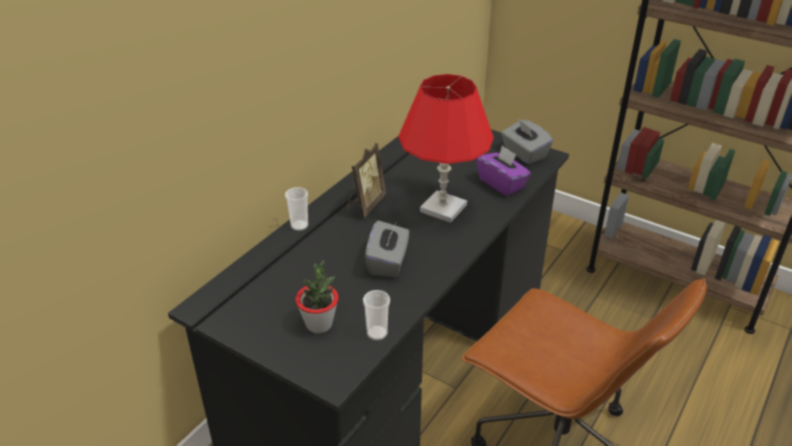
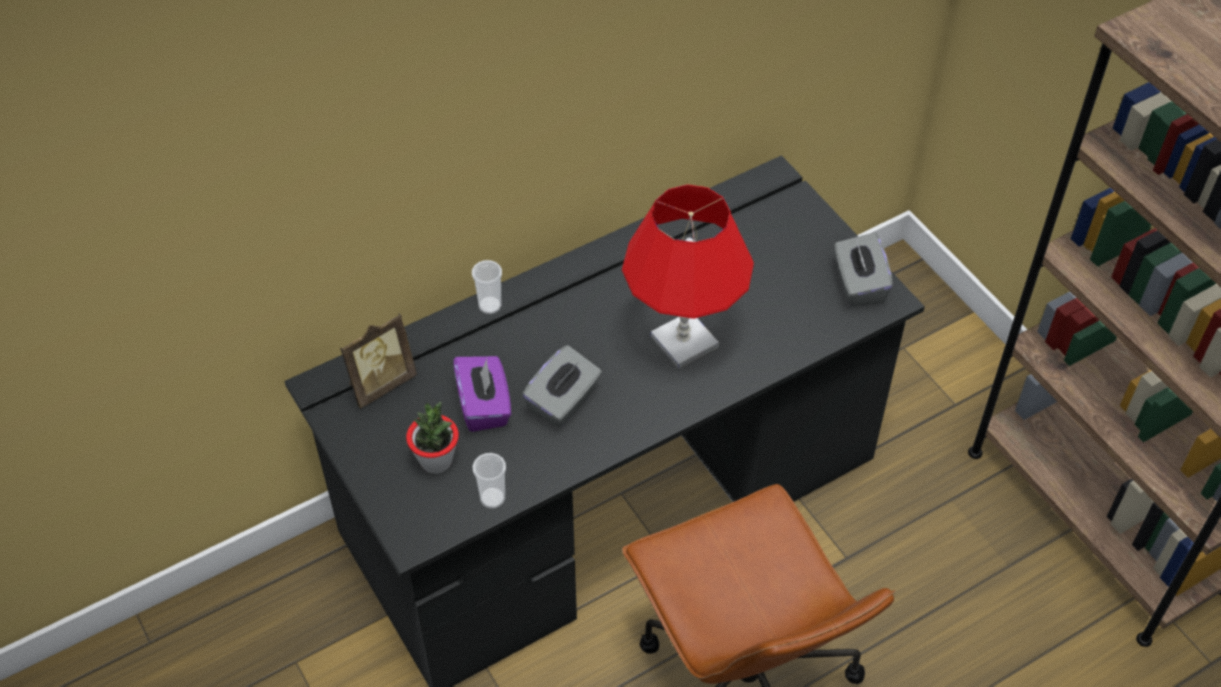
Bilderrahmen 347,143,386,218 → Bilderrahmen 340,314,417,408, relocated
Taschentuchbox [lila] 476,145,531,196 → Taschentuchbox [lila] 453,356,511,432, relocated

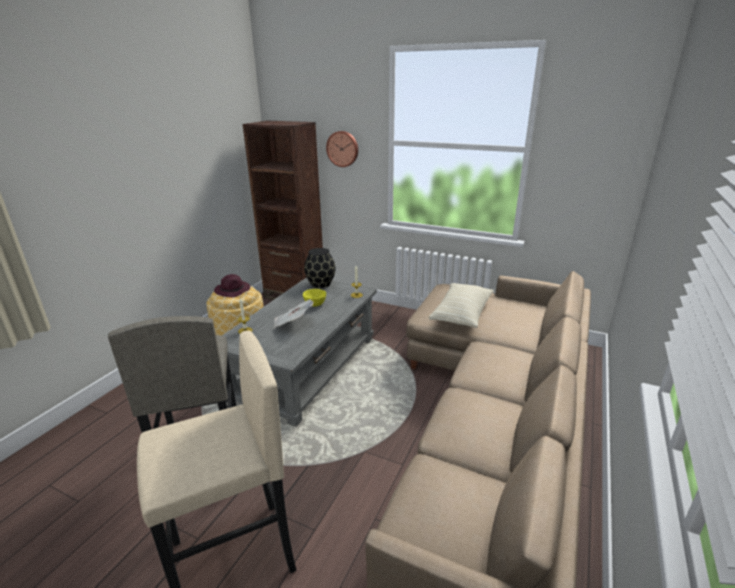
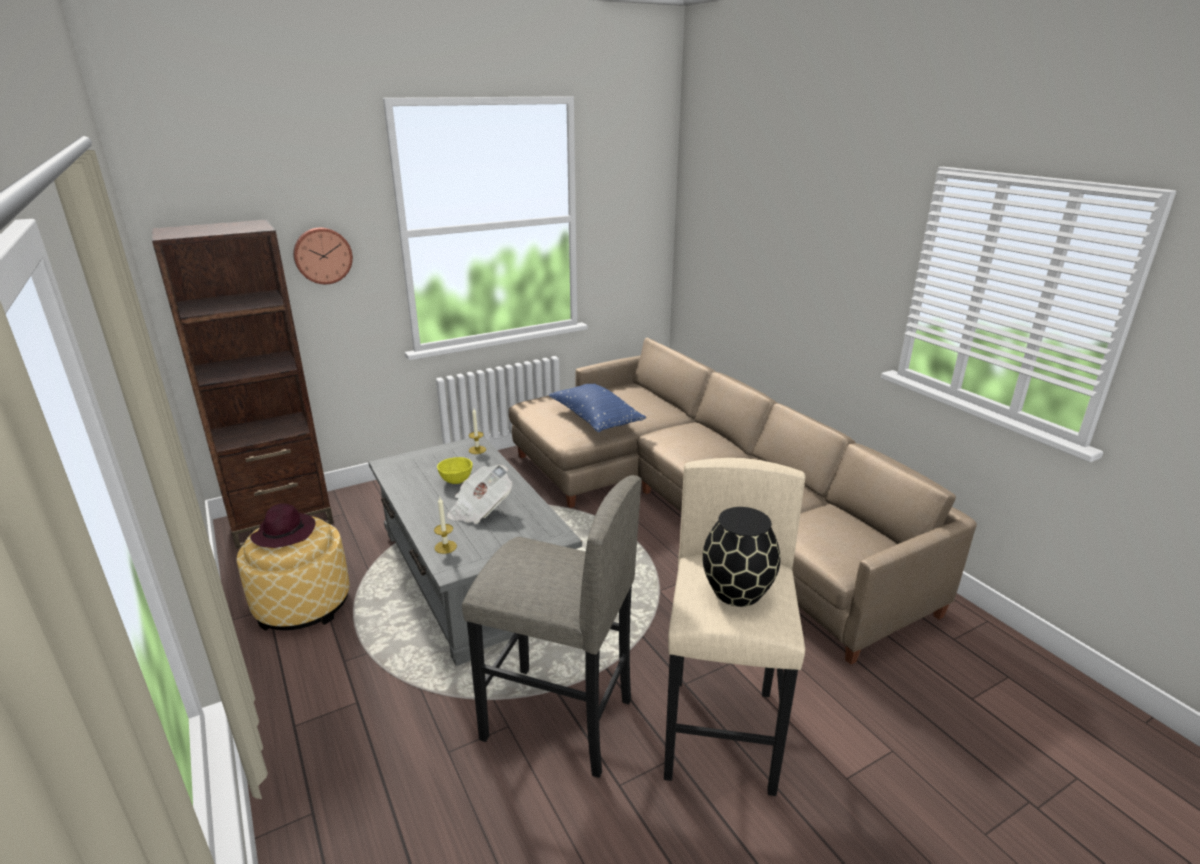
Vase [schwarz] 304,248,336,288 → Vase [schwarz] 702,507,780,607, relocated
Kissen [beige] 429,283,494,328 → Kissen [blau] 549,384,646,432

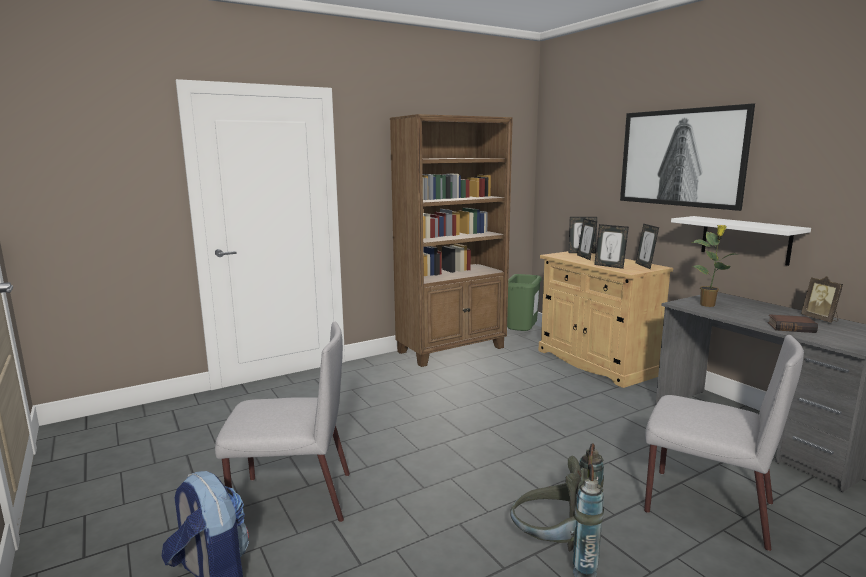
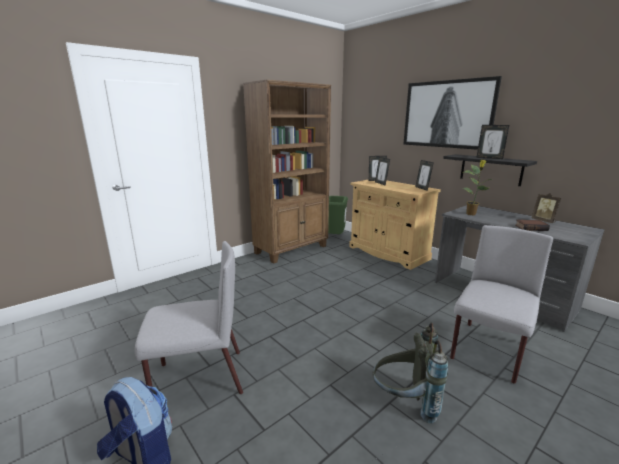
Wandregal [weiß] 671,216,811,266 → Wandregal [schwarz] 443,154,537,186
Bilderrahmen 594,224,629,269 → Bilderrahmen 476,125,509,159, relocated
Stuhl [grau] 644,335,804,551 → Stuhl [grau] 450,225,553,384, 75 degrees counterclockwise

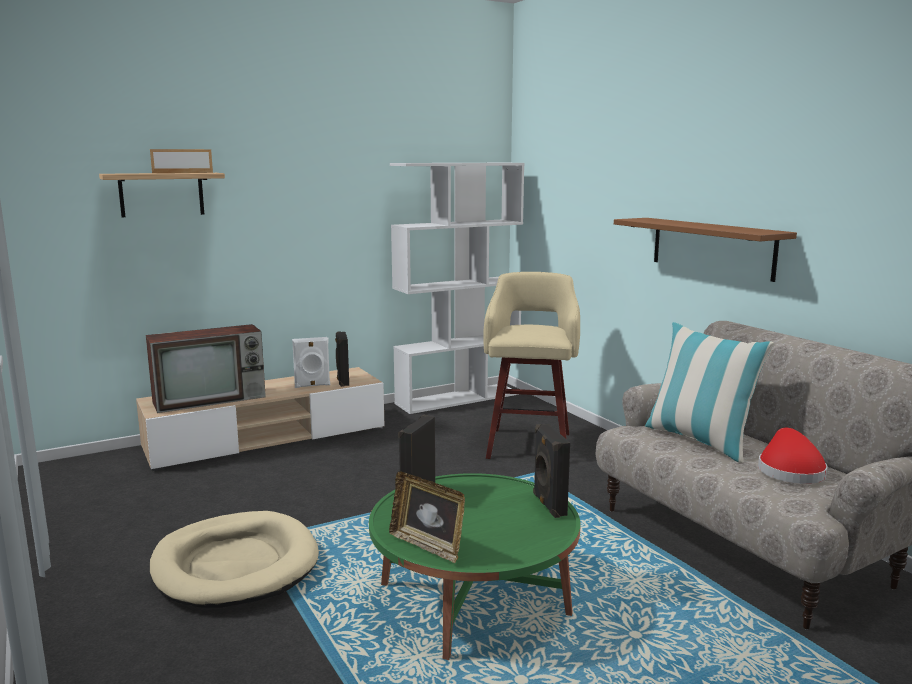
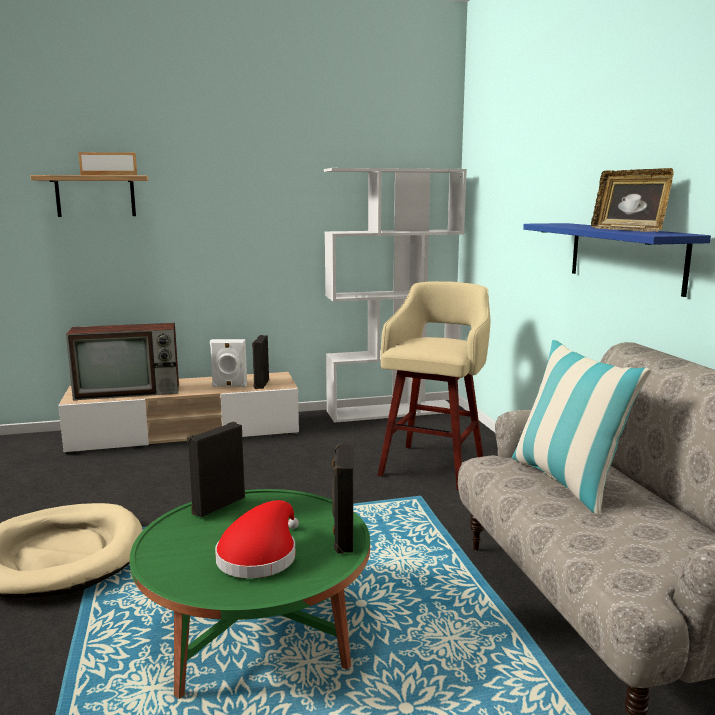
Wandregal [braun] 614,218,797,282 → Wandregal [blau] 523,223,711,297
Hut [rot] 758,428,828,484 → Hut [rot] 215,500,299,578, relocated
Bilderrahmen 389,472,465,563 → Bilderrahmen 591,168,674,232, relocated

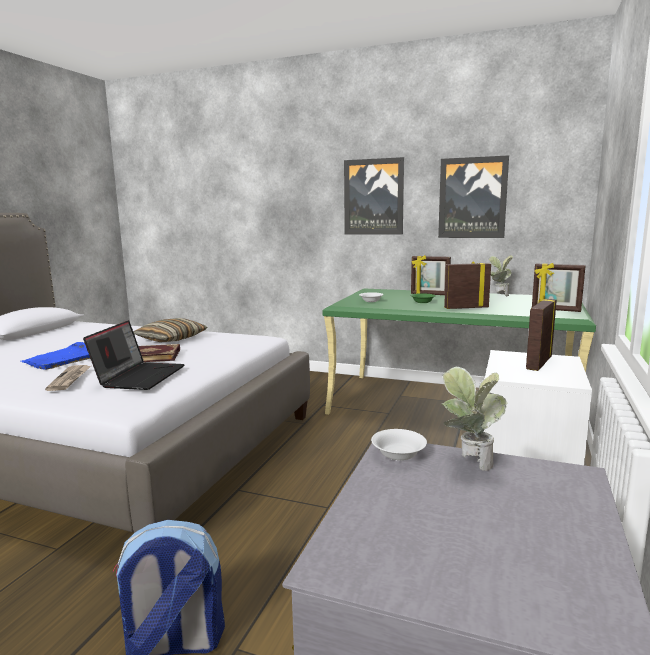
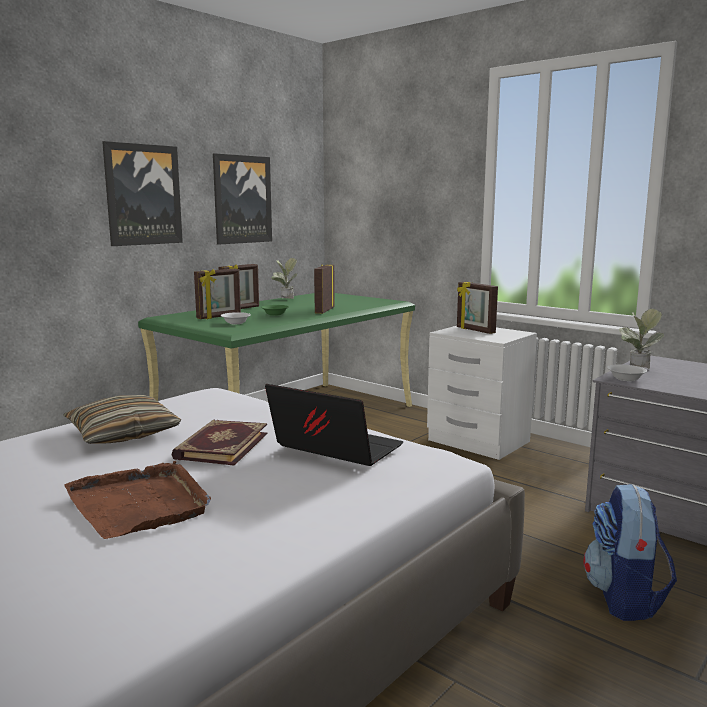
Bilderrahmen 532,263,586,312 → Bilderrahmen 194,269,241,319, relocated
Tablett [blau] 21,342,90,370 → Tablett [braun] 64,461,211,539
Zeitung 45,365,91,391 → -

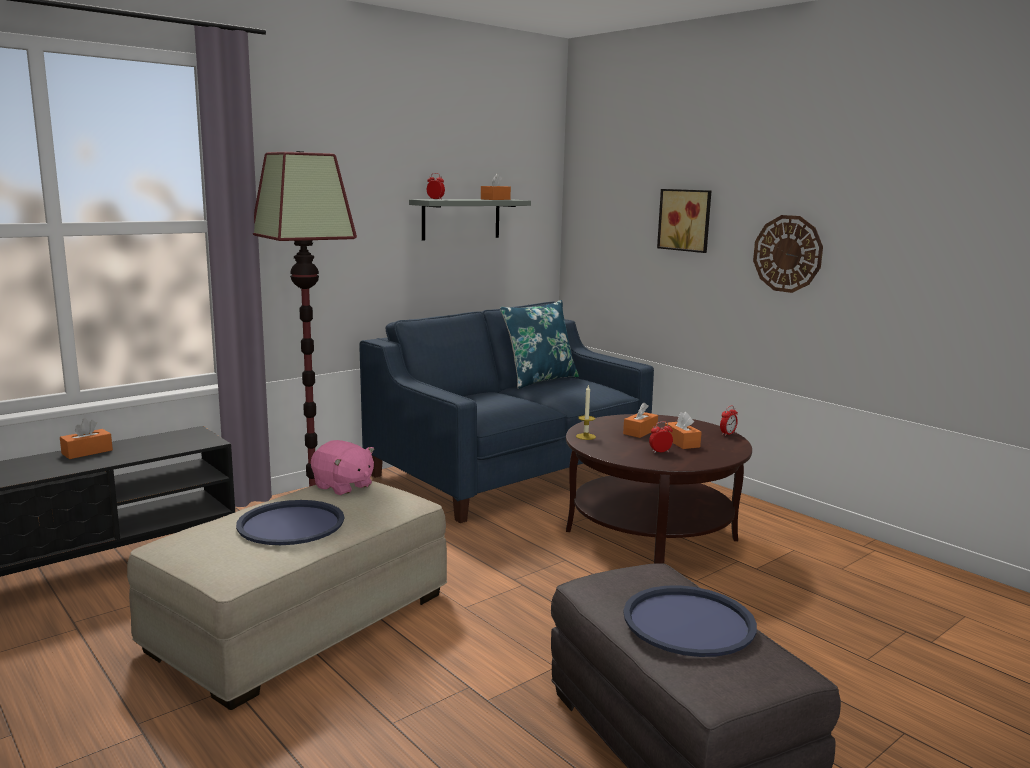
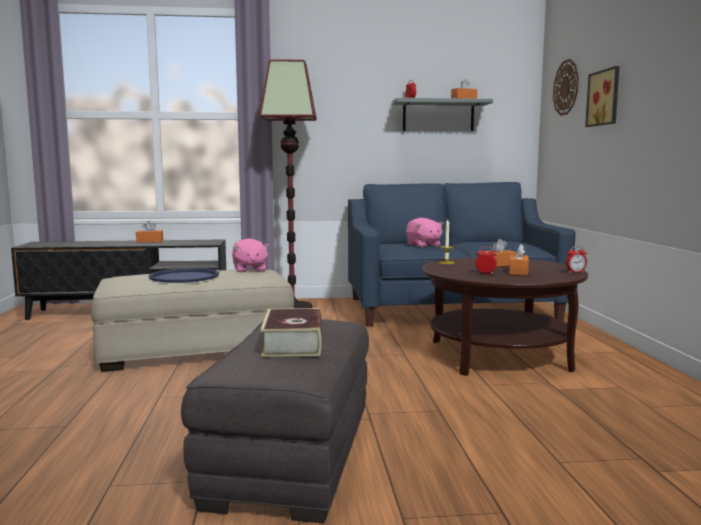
Wanduhr 753,215,823,293 → Wanduhr 553,59,579,116, relocated
Kissen [blau] 500,300,579,389 → -
Tablett [blau] 623,585,757,657 → Buch 260,308,322,357
- → Plüschtier [rosa] 406,218,444,248

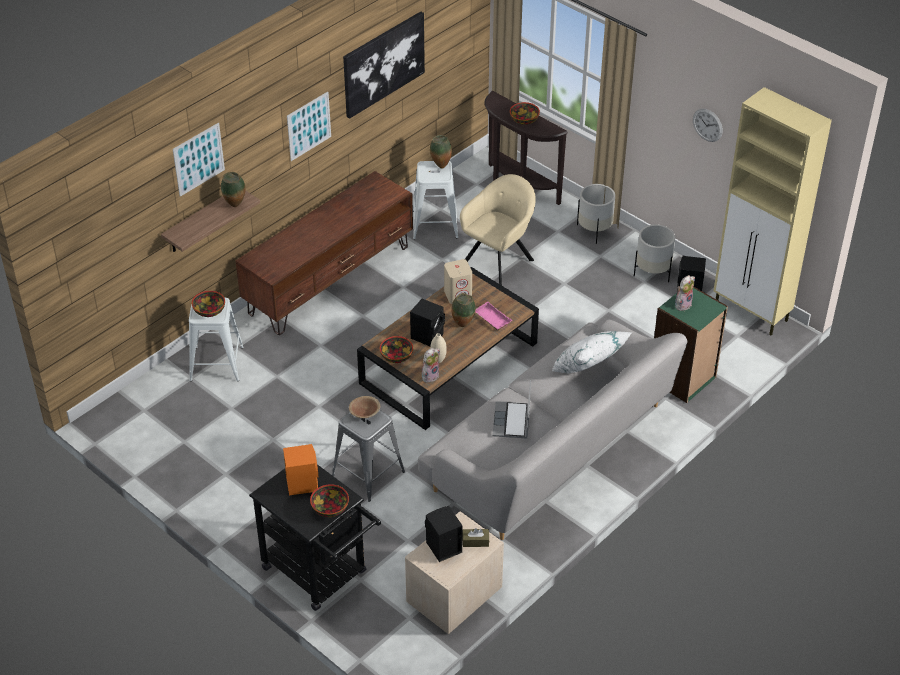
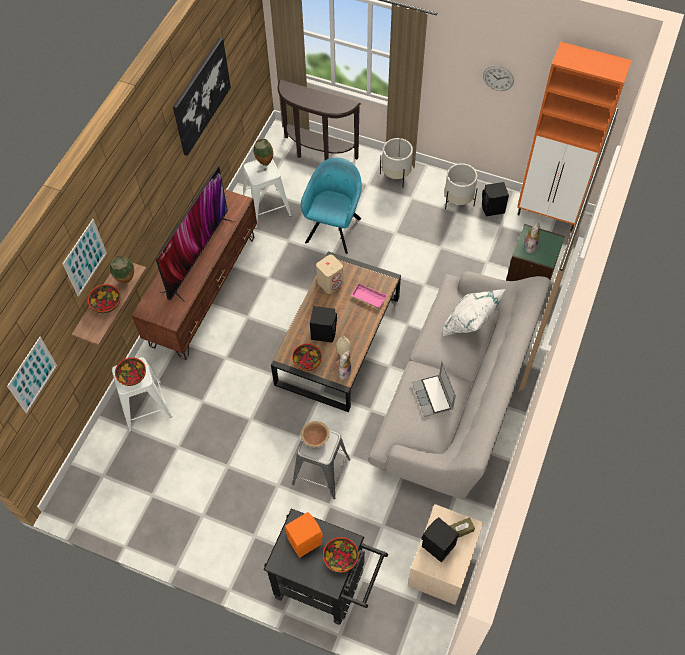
Schrank [beige] 713,87,832,335 → Schrank [orange] 517,42,632,231
Bild 287,92,331,161 → Bild 7,337,57,413, relocated
Schüssel 510,102,540,125 → Schüssel 88,284,121,313, relocated
Sessel [beige] 460,174,536,285 → Sessel [türkis] 301,158,362,254
Vase 451,293,476,327 → -
- → Fernseher 156,166,235,303

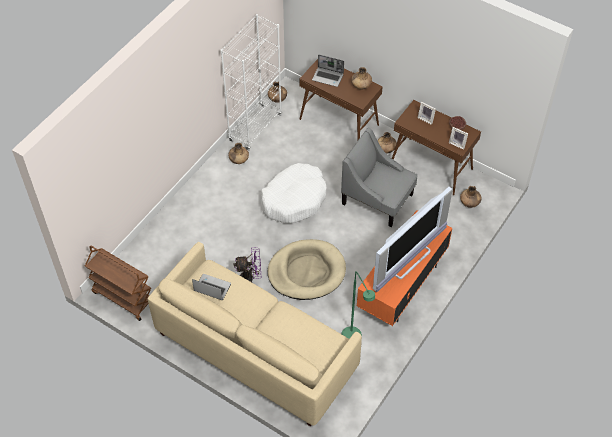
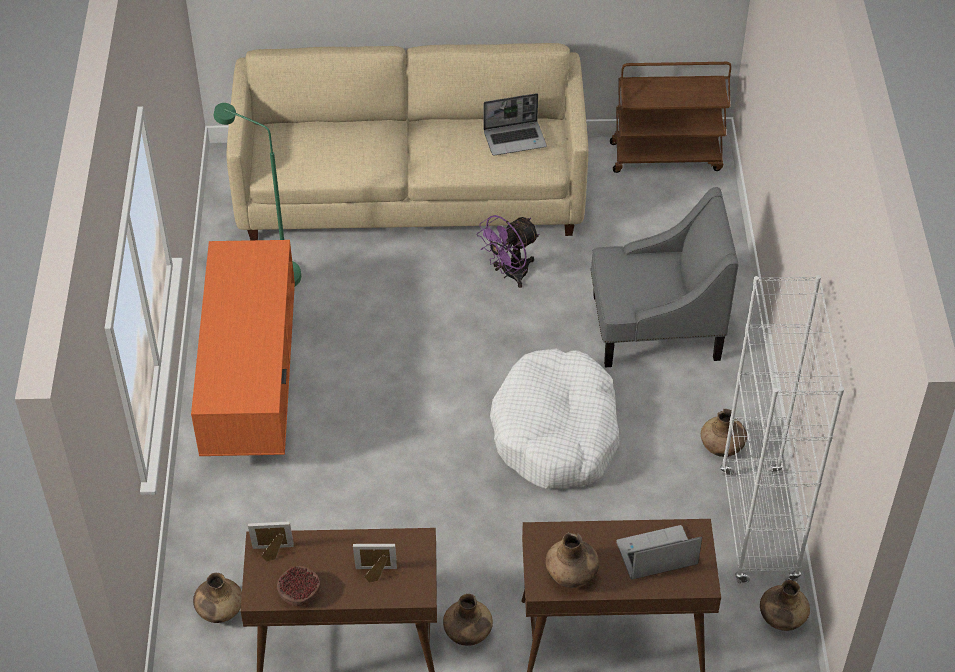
Sessel [grau] 341,128,418,227 → Sessel [grau] 591,187,739,367, relocated
Fernseher 373,187,453,292 → -
Hundebett [beige] 268,239,346,300 → -

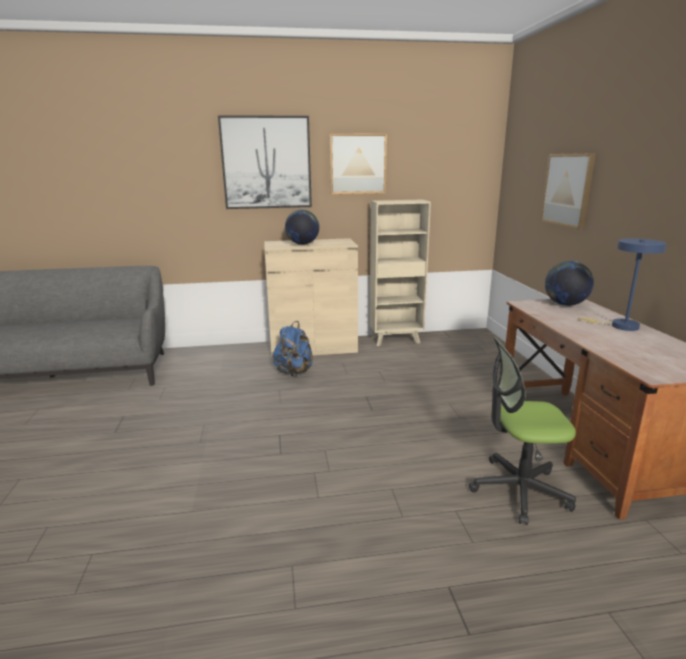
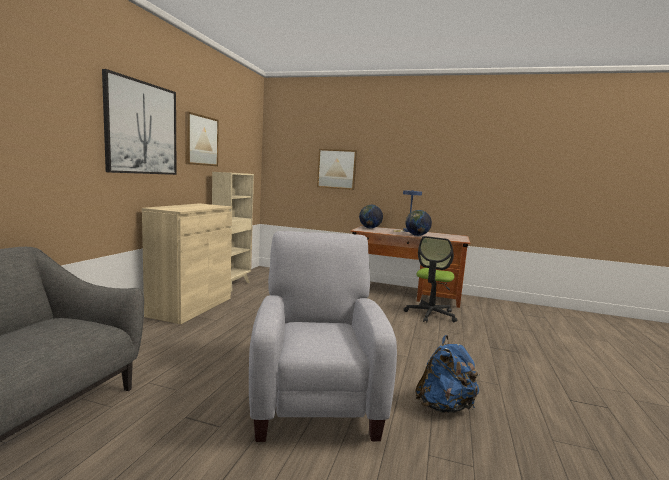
Globus 285,209,319,245 → Globus 405,210,432,236, relocated
Rucksack [blau] 272,321,313,377 → Rucksack [blau] 415,335,479,413, relocated
- → Sessel [grau] 249,231,397,442

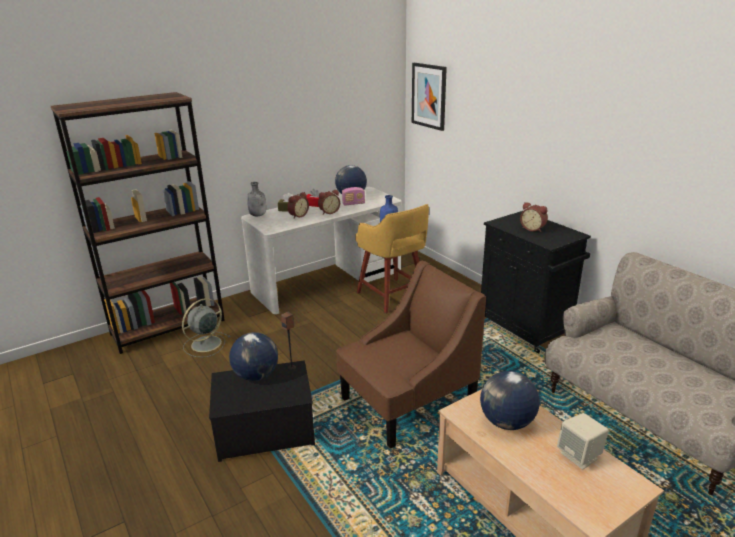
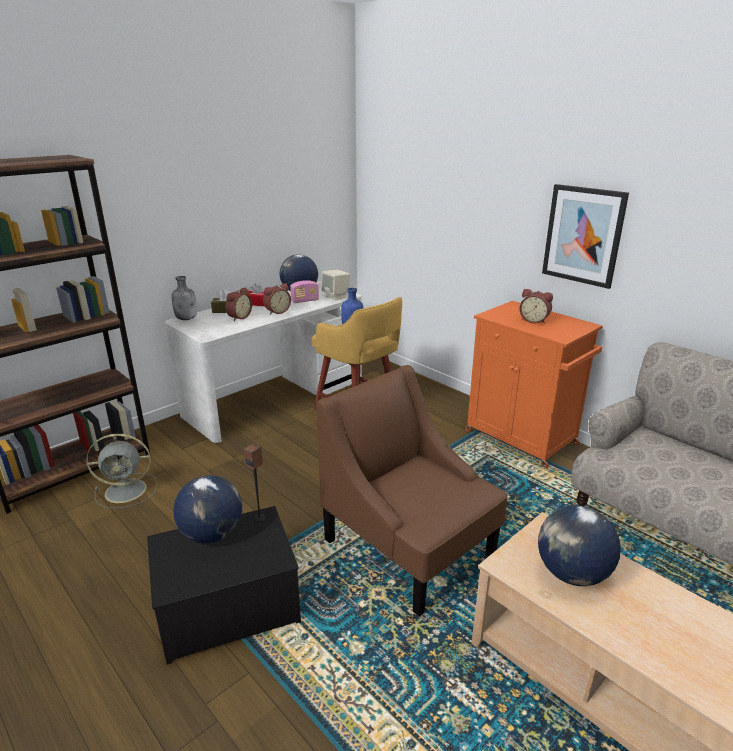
Bild 412,63,447,131 → Bild 542,184,629,289, relocated
Schrank [schwarz] 481,211,591,353 → Schrank [orange] 465,301,603,468
Sessel [braun] 336,261,486,449 → Sessel [braun] 316,365,508,617, 90 degrees counterclockwise
Ventilator [grau] 182,298,230,358 → Ventilator [grau] 86,434,157,509, 135 degrees counterclockwise
Lautsprecher [beige] 557,413,609,469 → Lautsprecher [beige] 321,270,350,300, relocated

